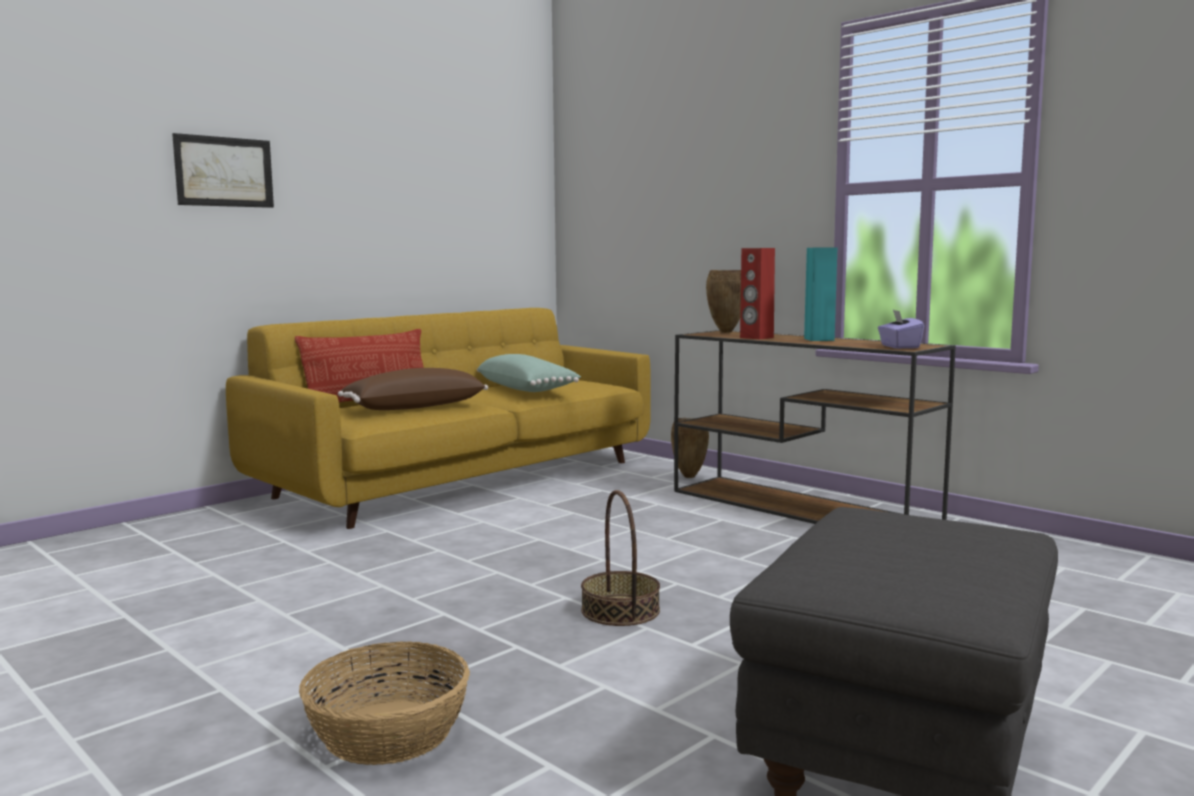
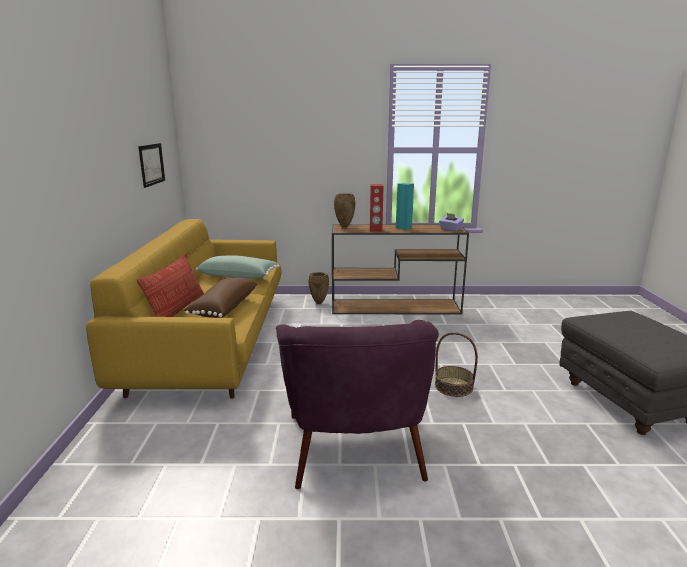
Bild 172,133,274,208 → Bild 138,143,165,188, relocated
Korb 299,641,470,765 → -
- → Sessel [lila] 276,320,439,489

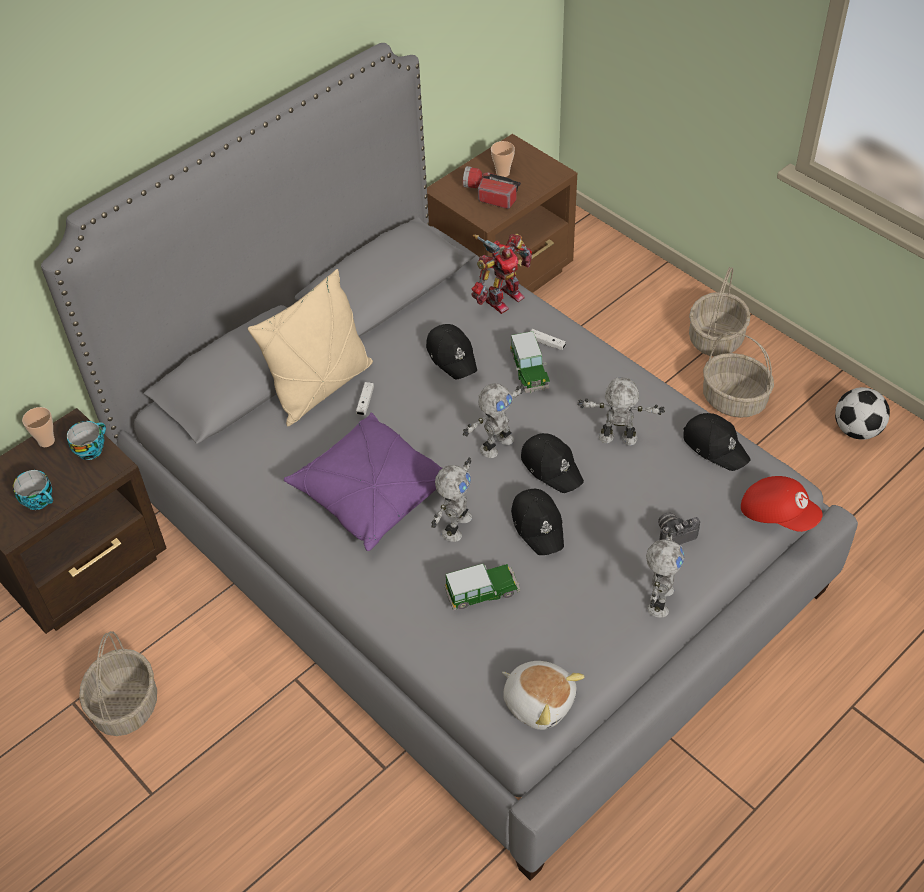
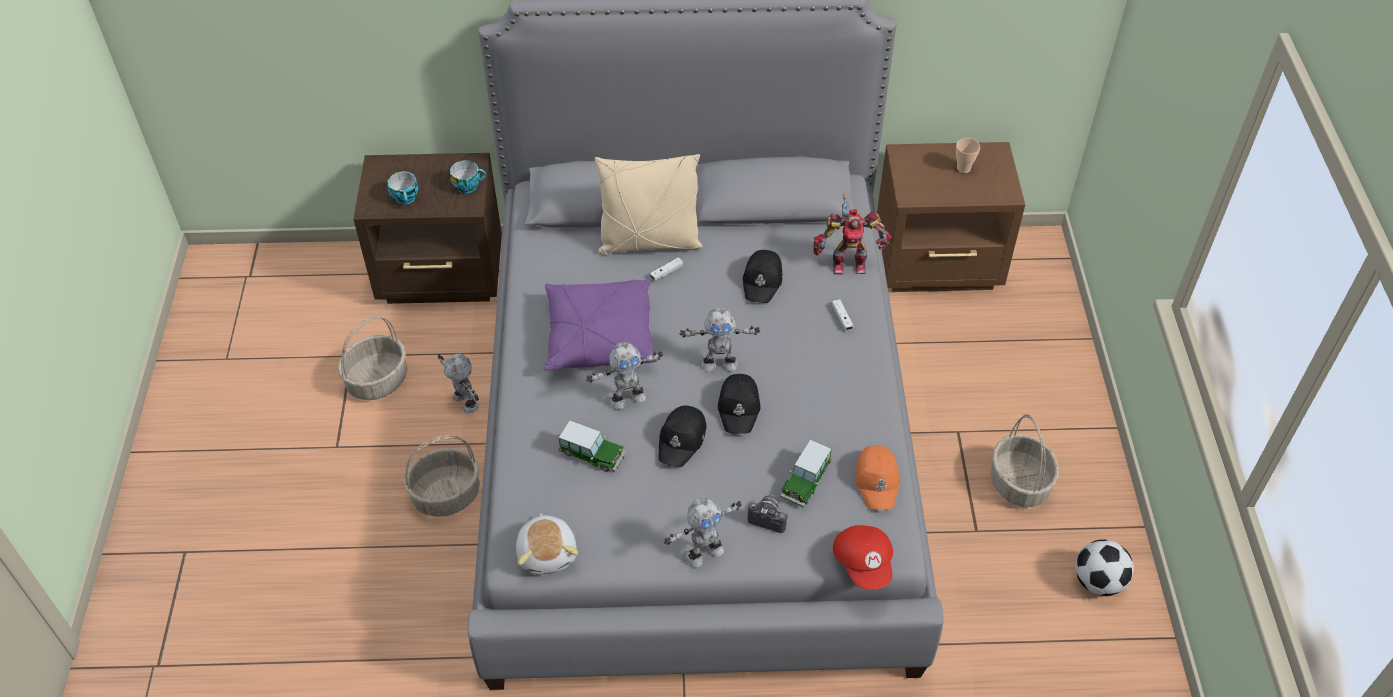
Taschenlampe 463,166,521,209 → -
Korb 689,267,750,356 → Korb 404,435,480,517, relocated
Spielzeugauto 510,331,550,393 → Spielzeugauto 780,439,832,508, relocated
Spielzeugroboter 577,377,665,445 → Spielzeugroboter 438,354,479,413, relocated
Tasse 22,407,55,447 → -
Kappe [schwarz] 683,413,751,471 → Kappe [orange] 855,445,900,510

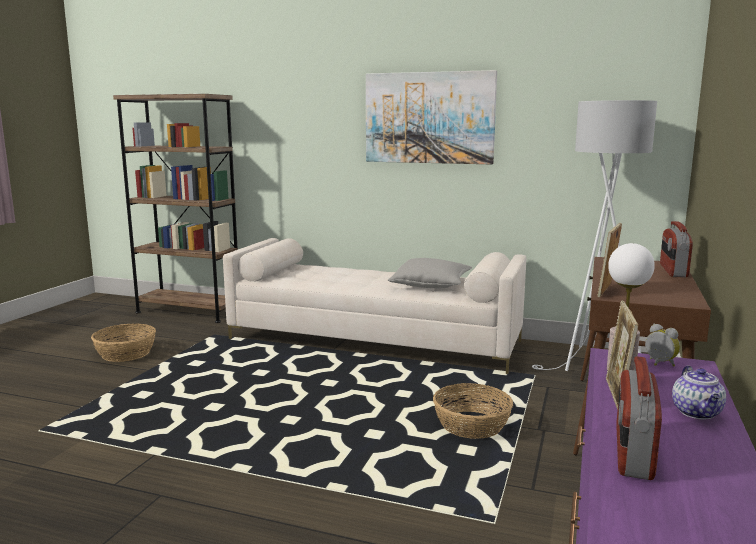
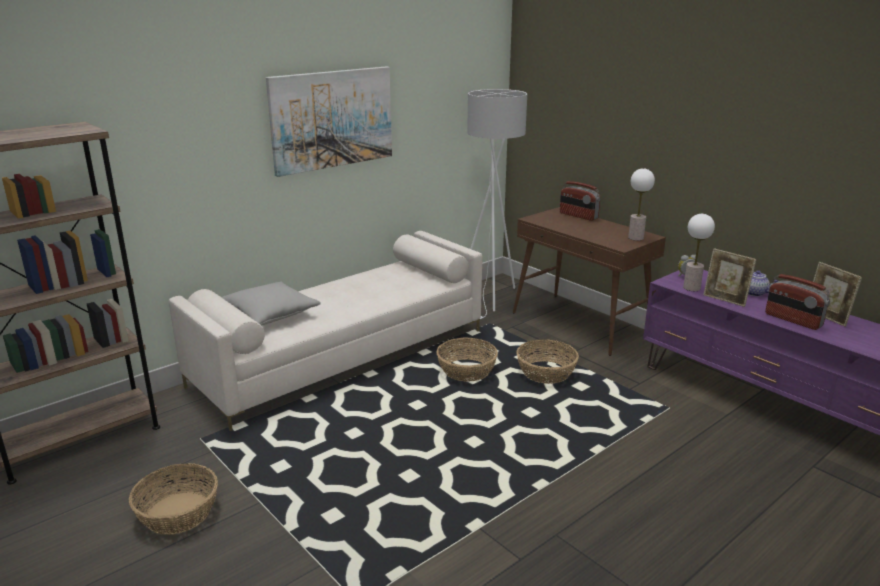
Bilderrahmen 597,223,622,297 → Bilderrahmen 811,262,862,327, relocated
Kissen [grau] 388,258,472,288 → Kissen [grau] 222,282,321,326, relocated
- → Tischlampe 628,168,655,241
- → Korb 436,337,498,382

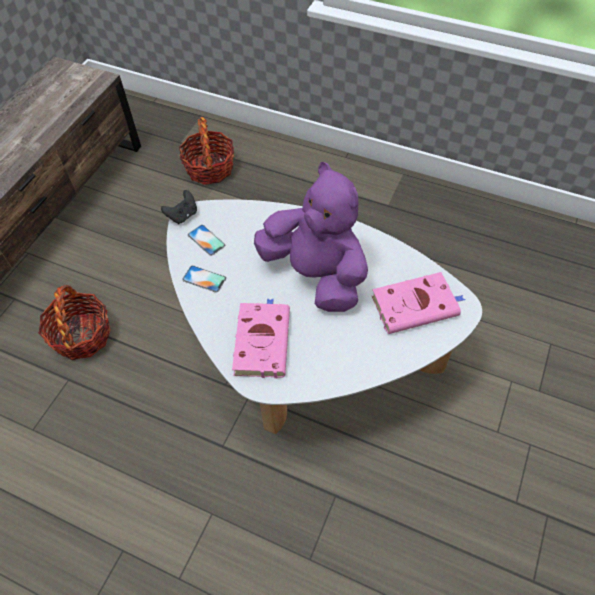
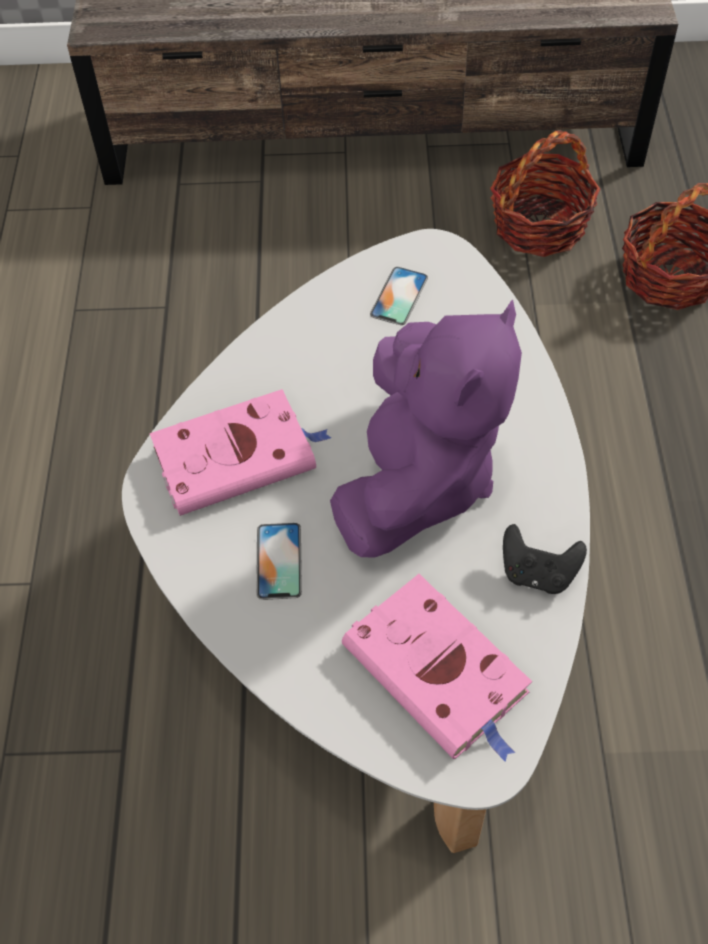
Gamepad [schwarz] 161,190,197,224 → Gamepad [schwarz] 503,524,587,594, relocated
Handy 182,265,226,293 → Handy 256,523,302,600, relocated
Korb 38,285,111,360 → Korb 490,130,600,257, relocated

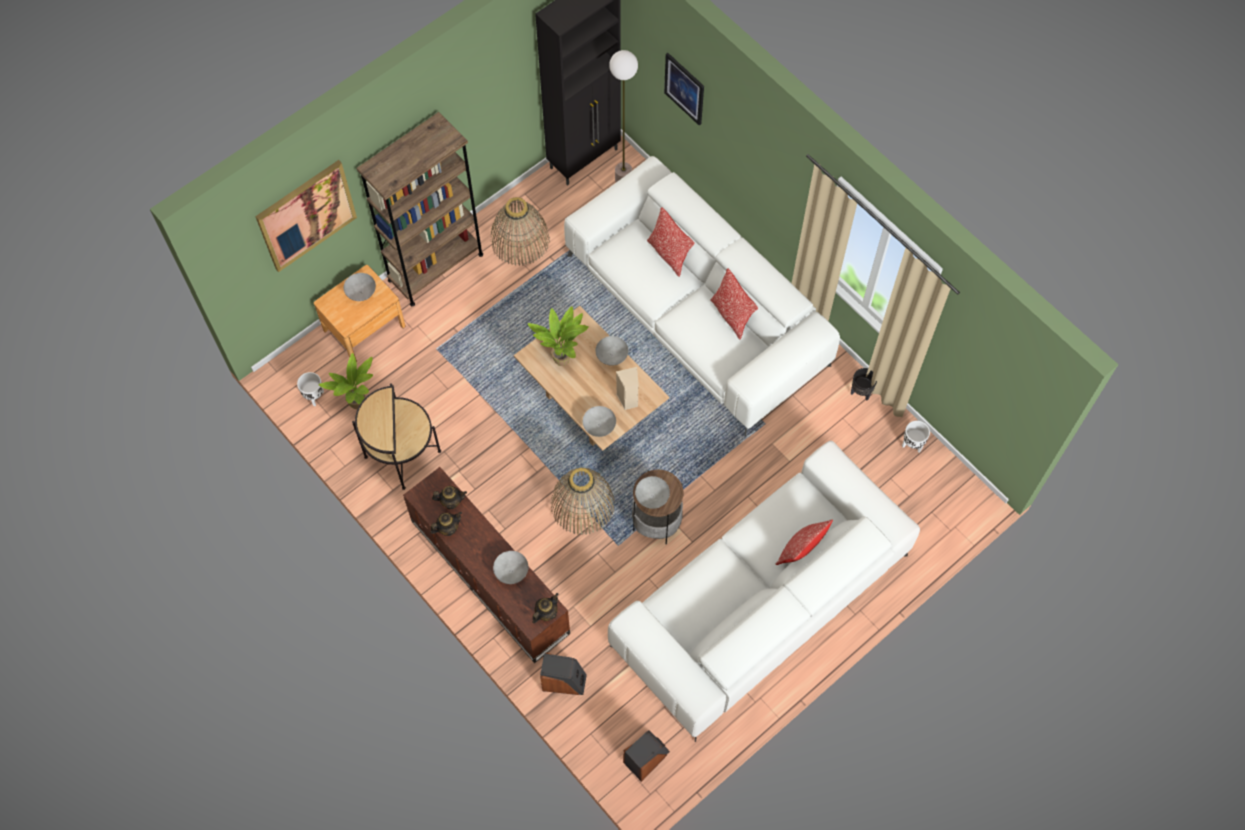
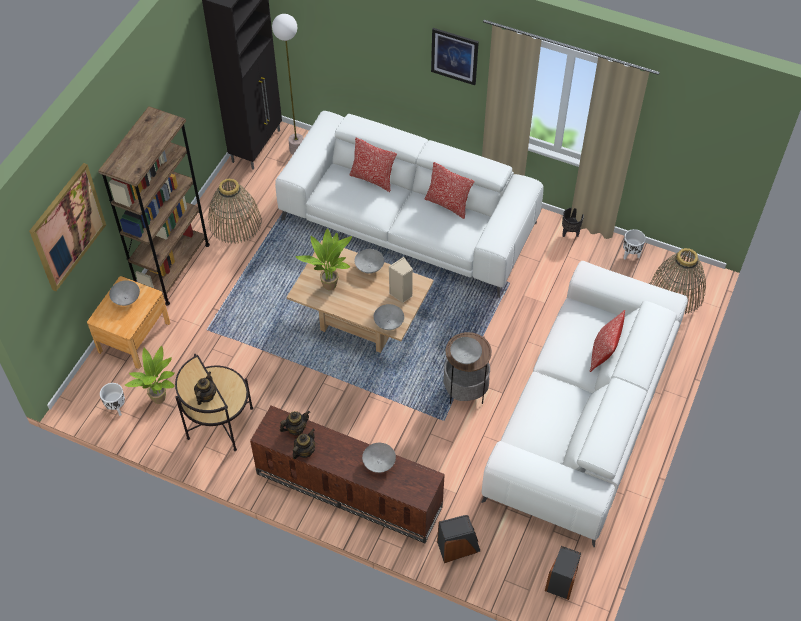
Bild 664,53,704,126 → Bild 431,28,479,85, relocated
Korb 551,467,615,535 → Korb 650,248,706,315, relocated
Teekanne 532,593,559,623 → Teekanne 194,372,216,405, relocated

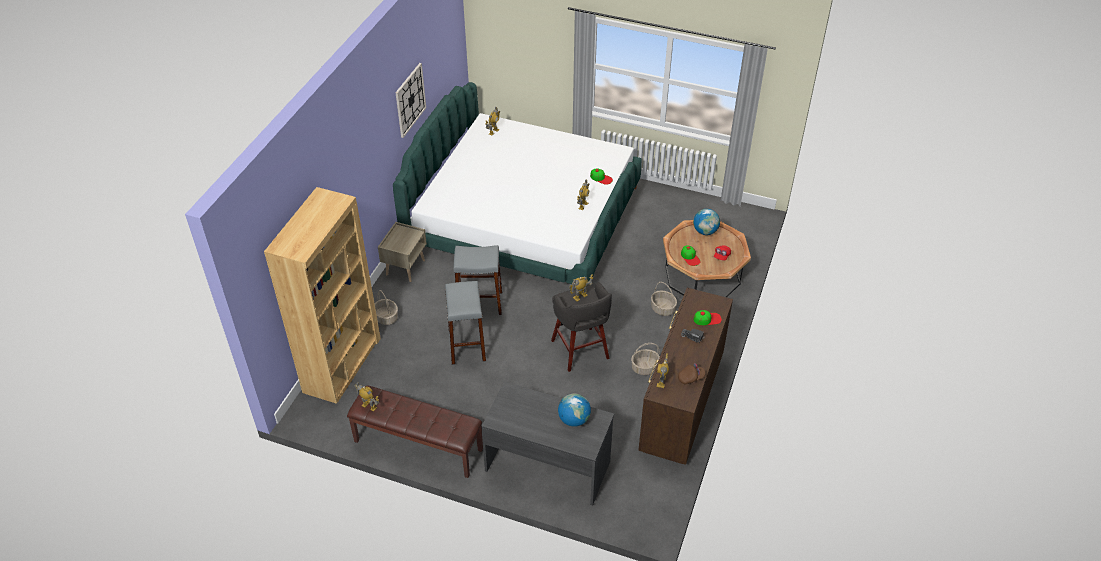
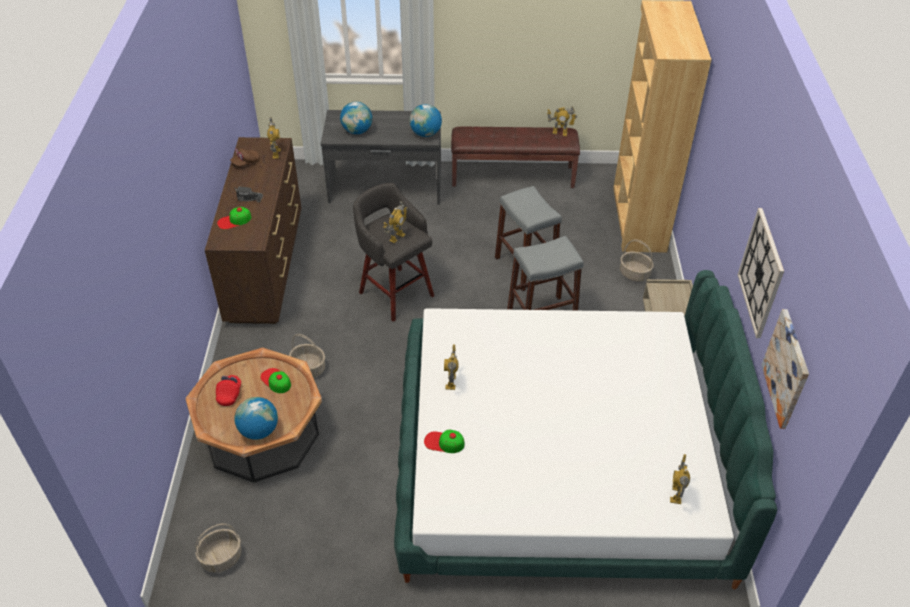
Korb 631,343,660,375 → Korb 196,523,242,573, relocated
- → Globus 410,104,442,137
- → Bild 761,309,809,429

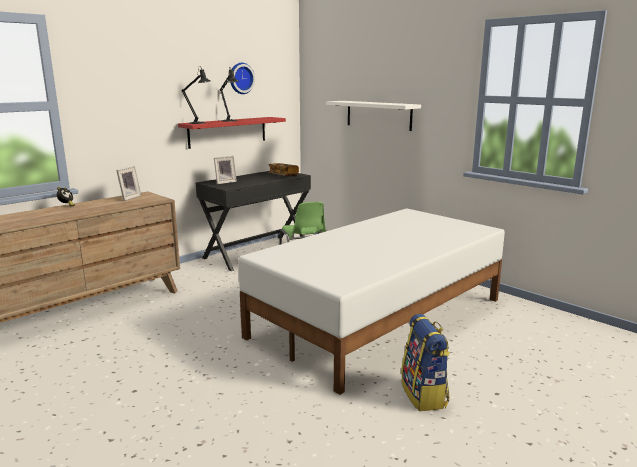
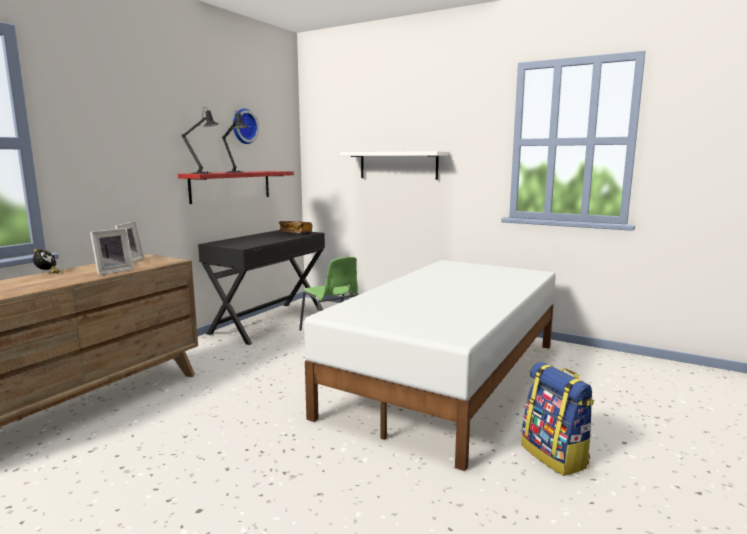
Bilderrahmen 214,156,237,184 → Bilderrahmen 90,228,134,275, relocated

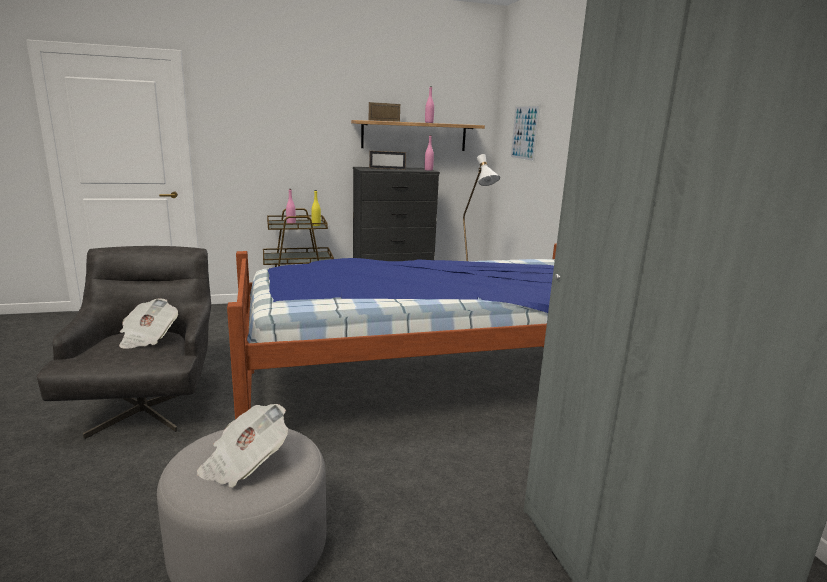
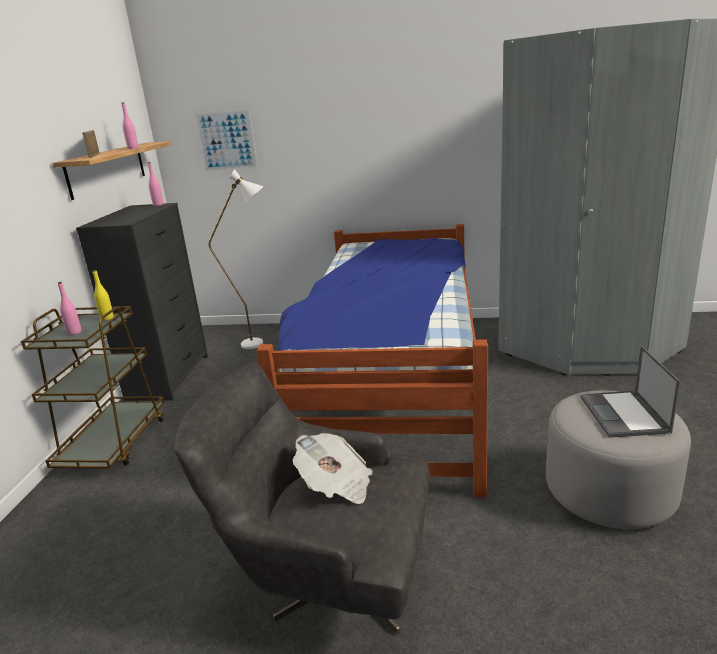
Bilderrahmen 369,151,406,170 → -
Zeitung 197,404,288,487 → Laptop 580,346,680,438

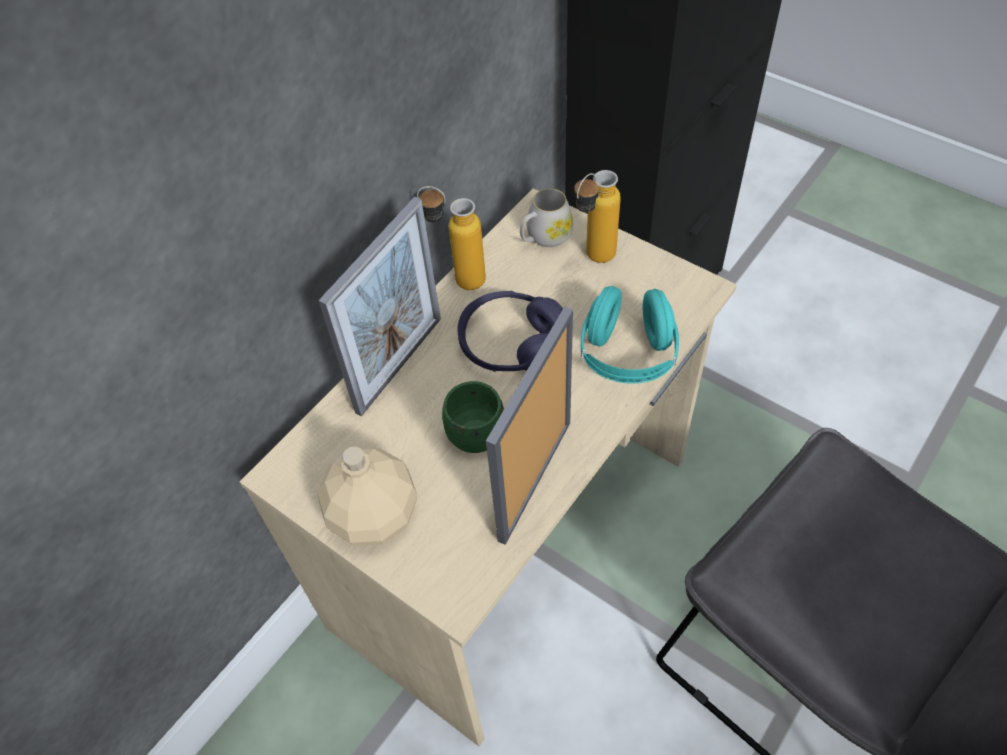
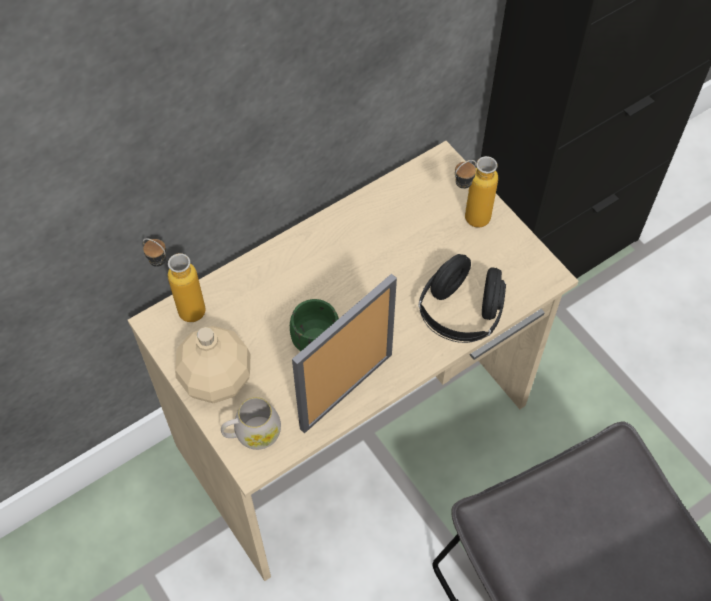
Flasche 417,186,486,290 → Flasche 143,238,206,322, relocated
Henkelbecher [weiß] 520,188,573,247 → Henkelbecher [weiß] 221,397,281,450, relocated
Bilderrahmen 318,197,441,416 → -
Kopfhörer [türkis] 581,286,679,384 → Kopfhörer [schwarz] 418,254,506,343
Kopfhörer [lila] 457,291,563,372 → -

